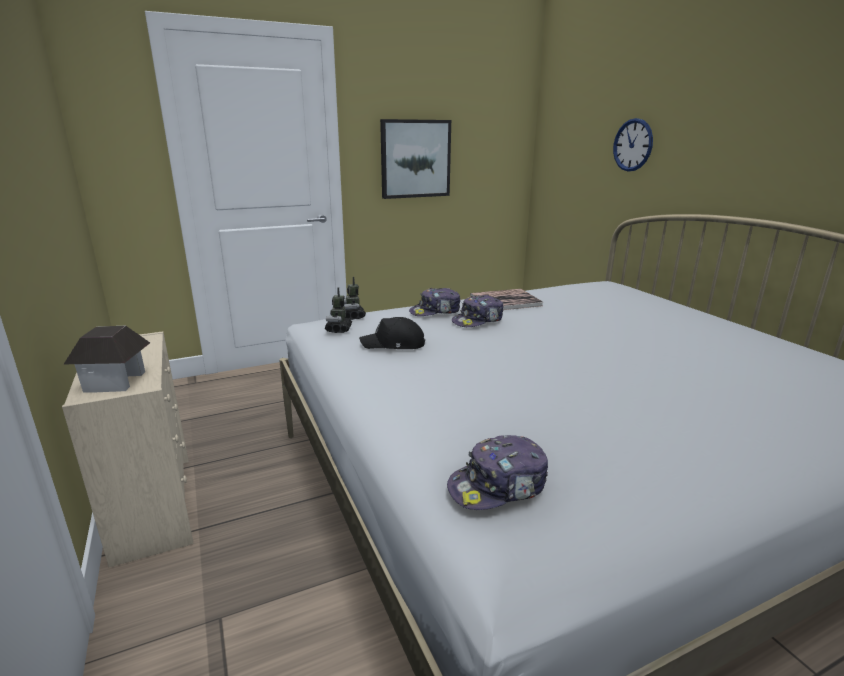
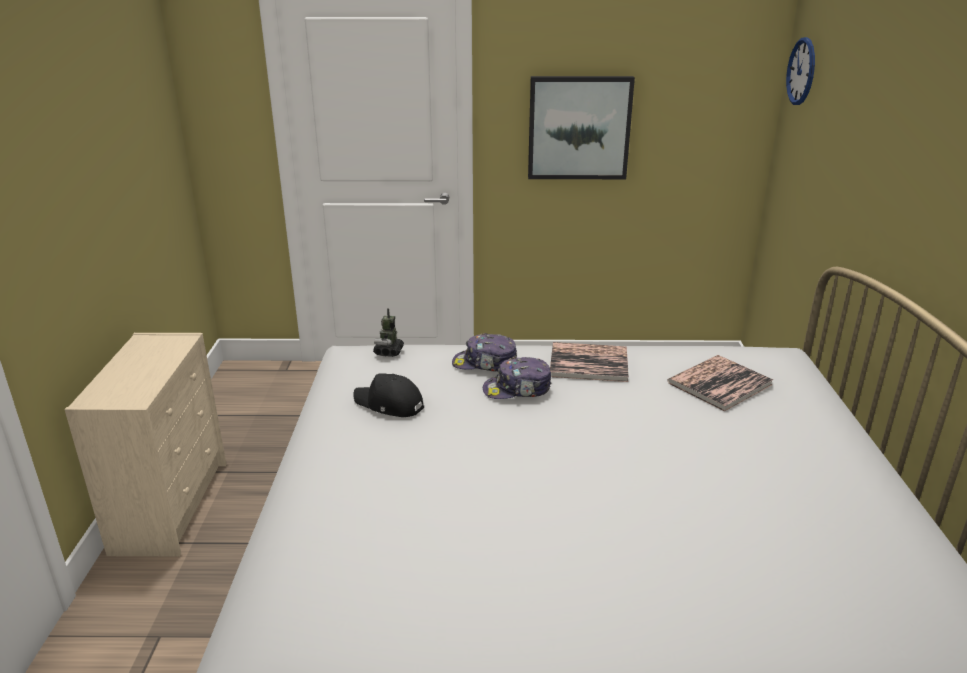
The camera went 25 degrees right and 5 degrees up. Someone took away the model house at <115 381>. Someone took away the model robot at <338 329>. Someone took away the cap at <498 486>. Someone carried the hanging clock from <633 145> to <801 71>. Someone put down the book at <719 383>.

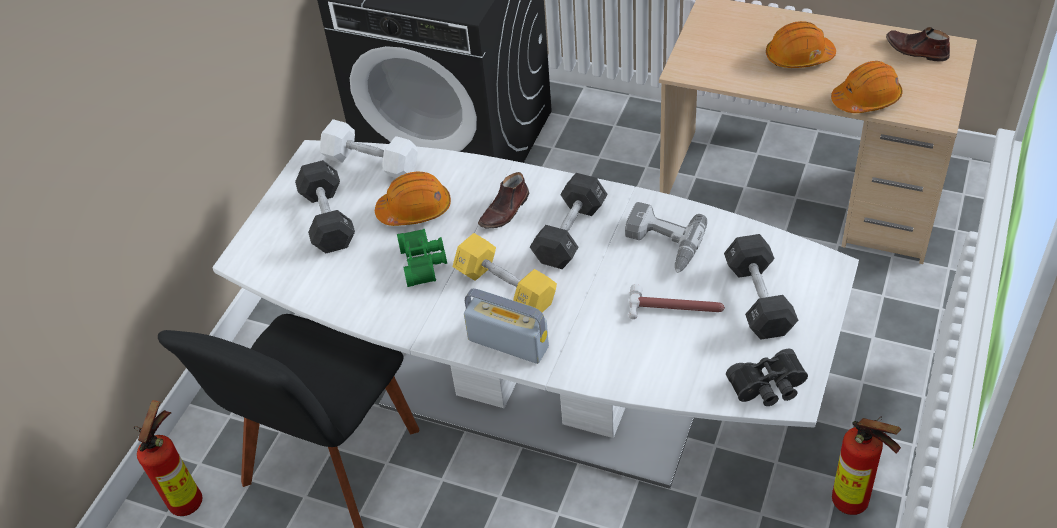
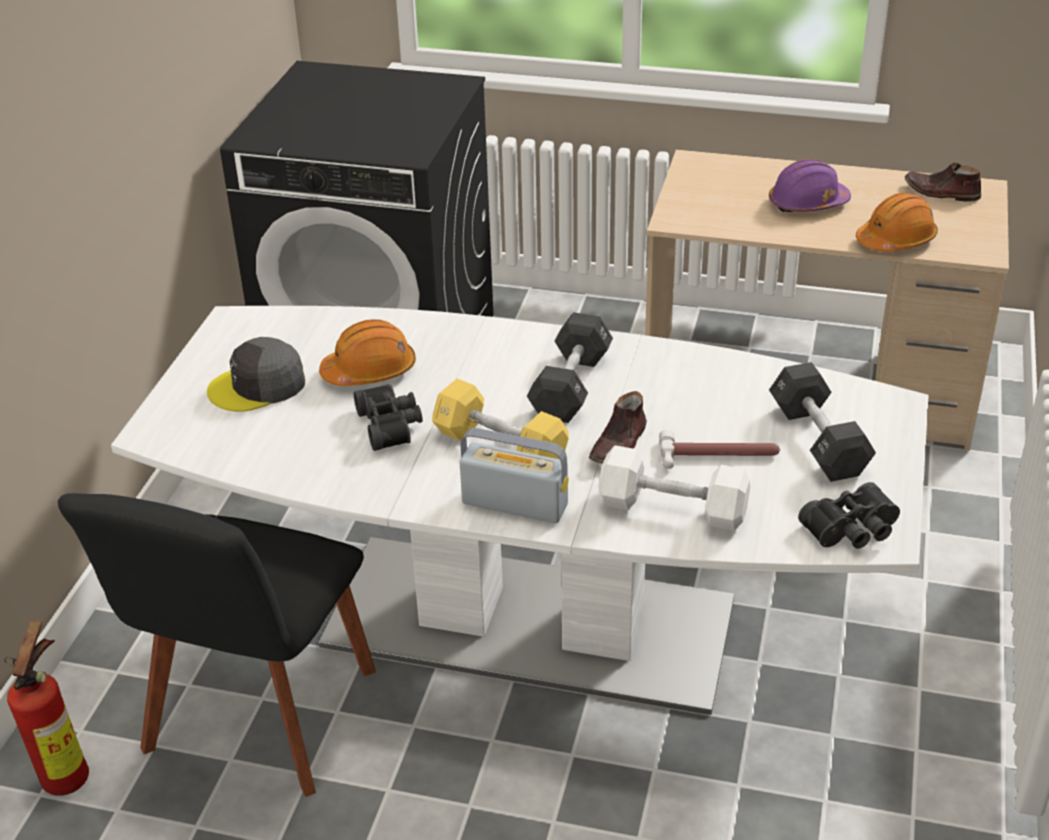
The camera went 10 degrees left and 10 degrees down. Someone swapped the blackish dumbbell at <328 219> for the grey cap at <258 386>. Someone carried the whitish dumbbell from <371 163> to <673 508>. Someone repainted the greenish field glasses at <424 262>, which became the blackish field glasses at <391 425>. Someone carried the brown low shoe from <505 211> to <619 444>. Someone took away the drill at <661 244>. Someone repainted the orange-coloured safety helmet at <798 57>, which became the purplish safety helmet at <807 203>. Someone took away the extinguisher at <854 504>.

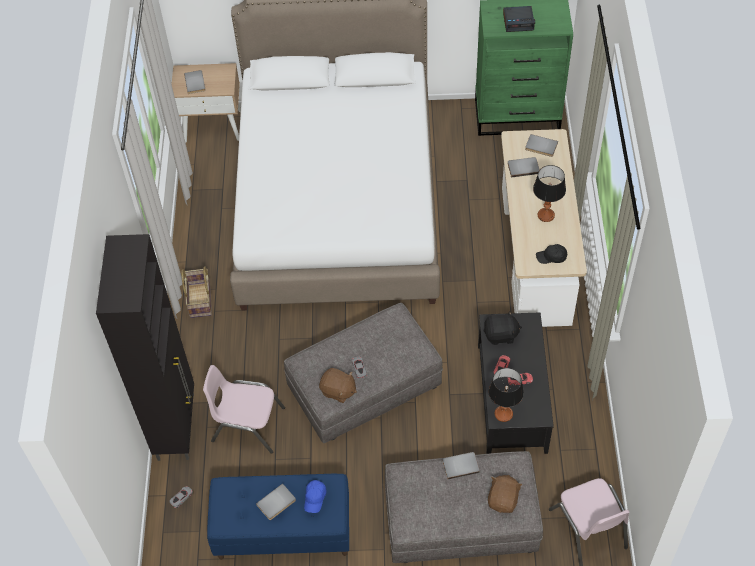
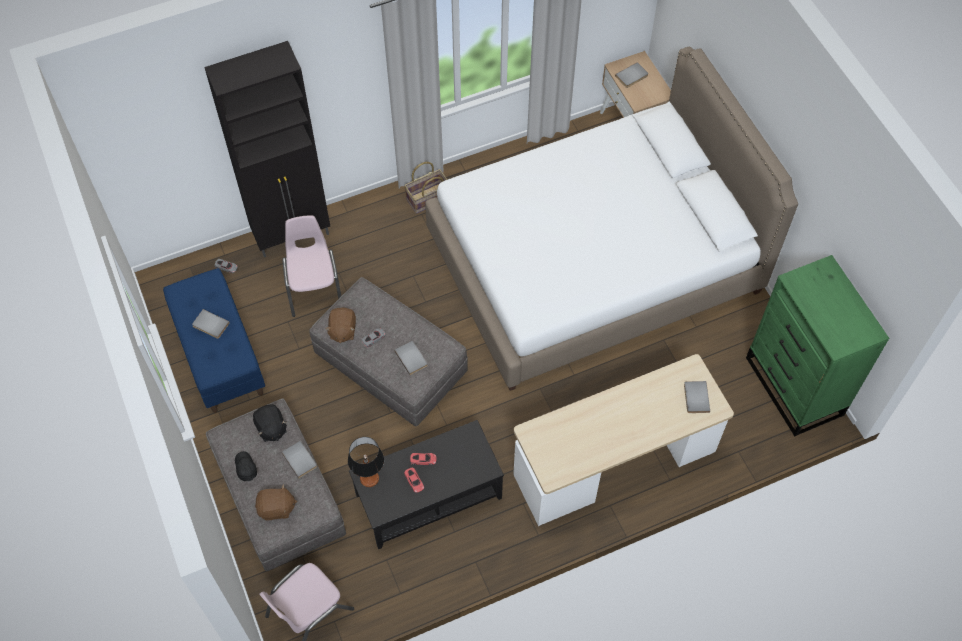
The camera went 65 degrees right and 5 degrees up. Someone took away the blue-coloured cap at <315 498>. Someone carried the blackish cuddly toy from <501 335> to <271 428>. Someone took away the table clock at <518 21>. Someone carried the grey book from <523 167> to <412 358>. Someone took away the tabletop lamp at <545 215>. Someone carried the blackish cap from <551 257> to <245 468>.

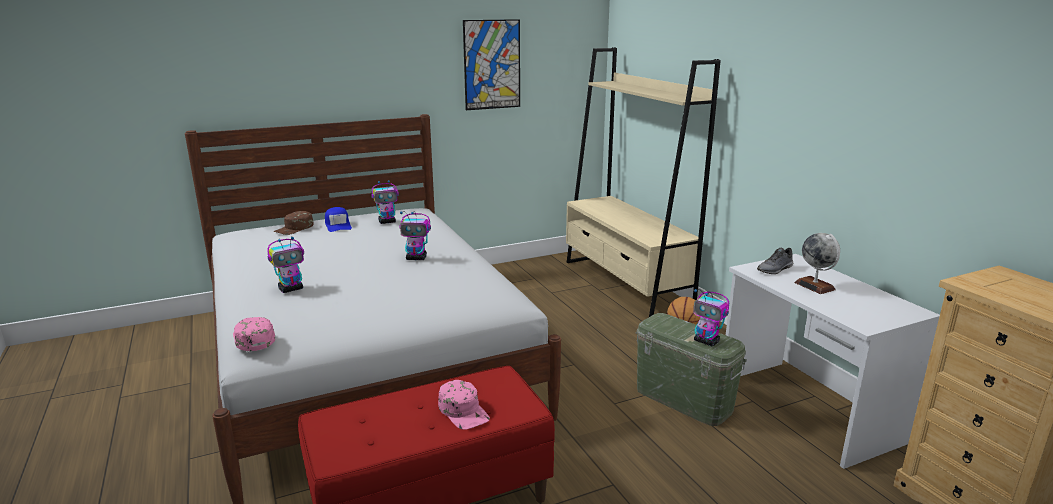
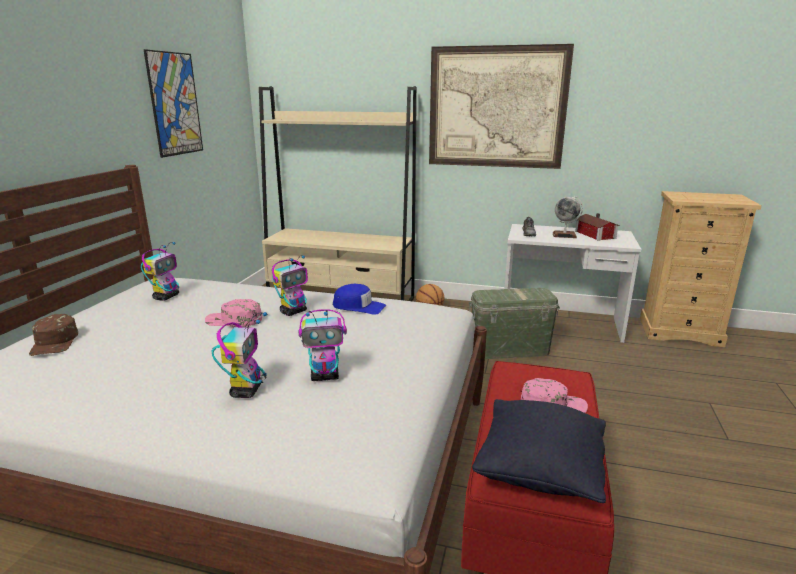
The camera went 50 degrees left and 0 degrees up. Someone carried the pink cap from <253 338> to <234 320>. Someone carried the blue-coloured cap from <338 225> to <359 306>. Someone carried the model robot from <707 341> to <325 376>. Someone put up the wall picture at <496 108>. Someone put down the blackish cushion at <539 472>. Someone put down the model house at <595 235>.

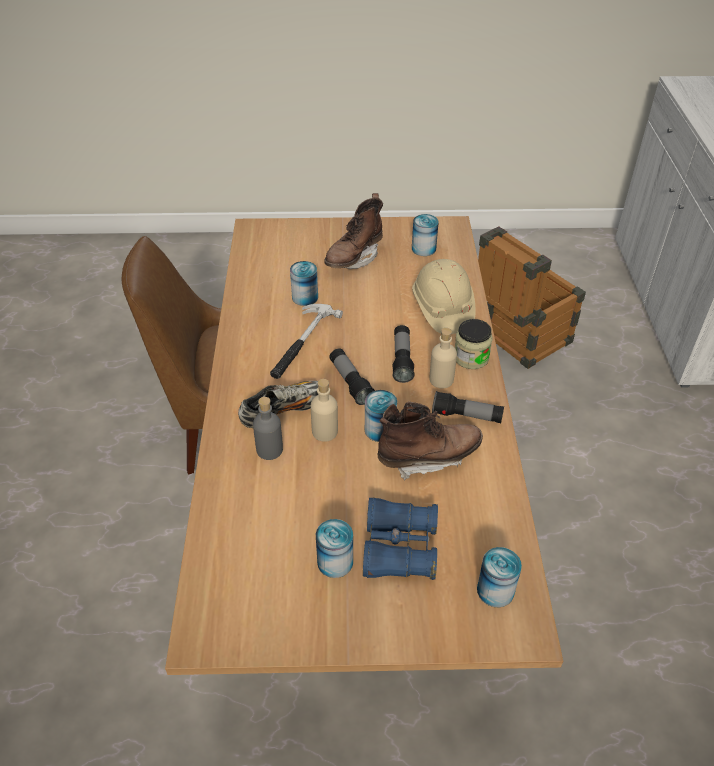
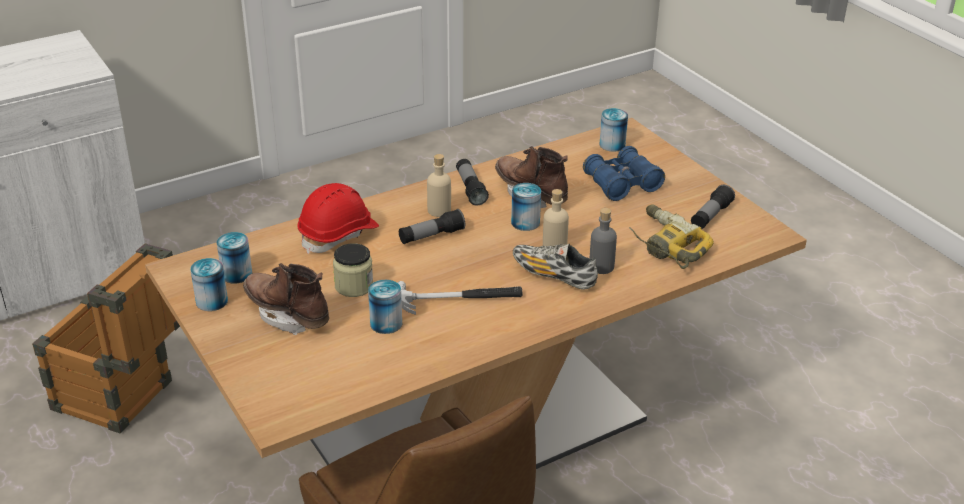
The camera went 120 degrees left and 10 degrees down. Someone carried the sealed can from <335 562> to <212 301>. Someone rotated the brown tall boot at <354 258> by 150 degrees counterclockwise. Someone carried the flashlight from <350 382> to <710 216>. Someone repainted the sand-coloured safety helmet at <442 309>, which became the reddish safety helmet at <339 235>. Someone carried the preserve jar from <471 357> to <354 286>. Someone put down the drill at <665 245>.

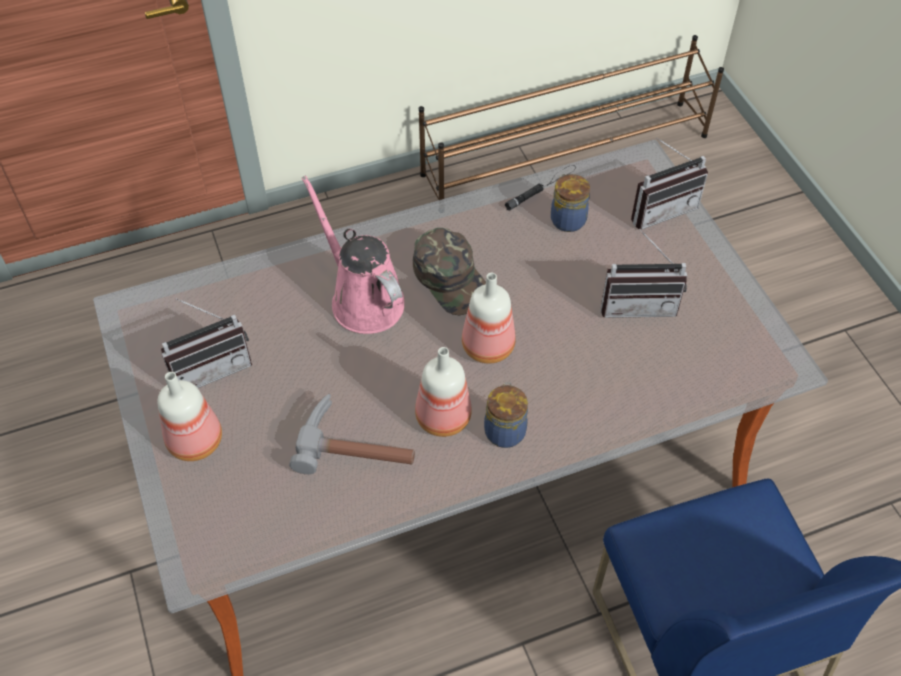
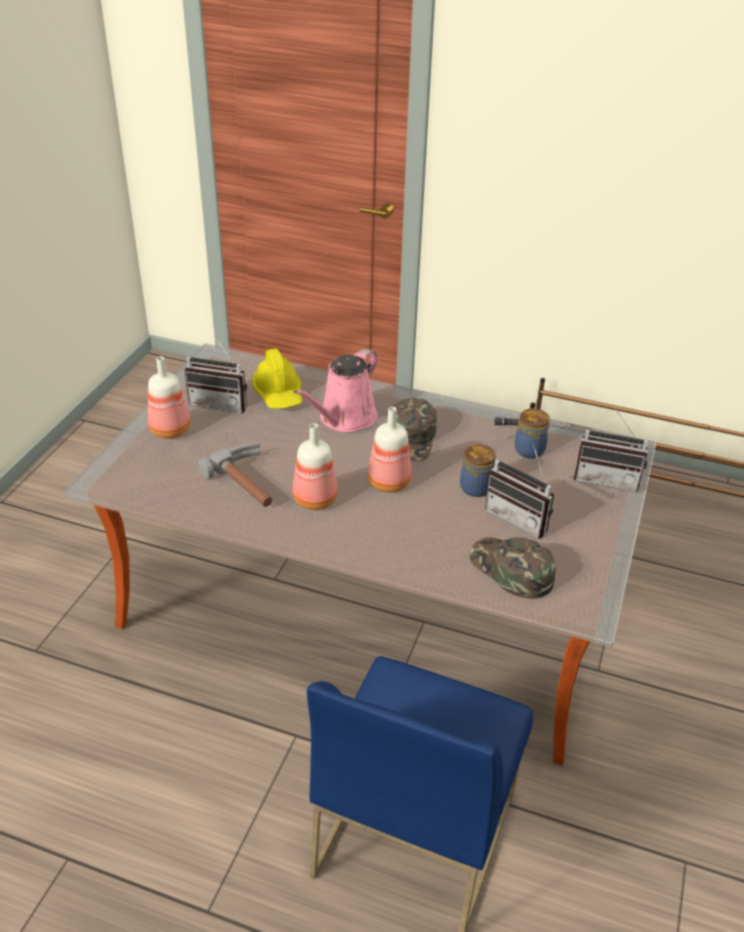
The camera went 40 degrees right and 15 degrees down. Someone rotated the pink watering can at <363 298> by 150 degrees counterclockwise. Someone carried the preserve jar from <505 430> to <477 487>. Someone put down the yellow safety helmet at <279 394>. Someone put down the greenish cap at <510 569>.

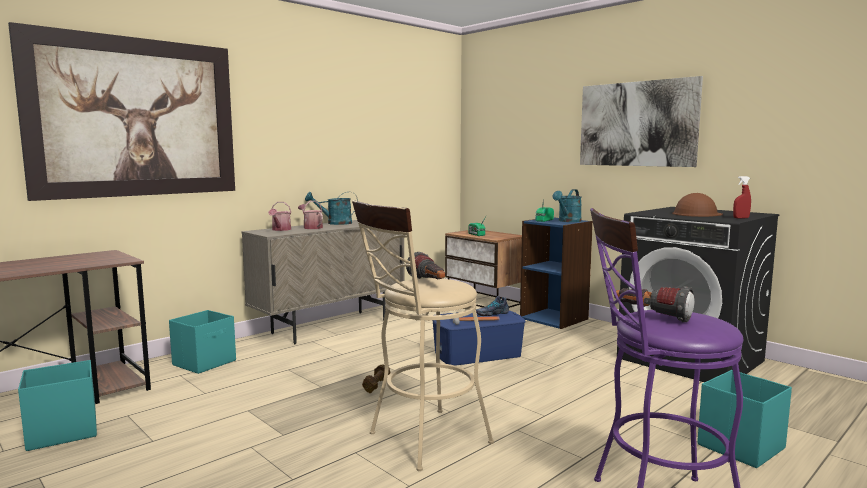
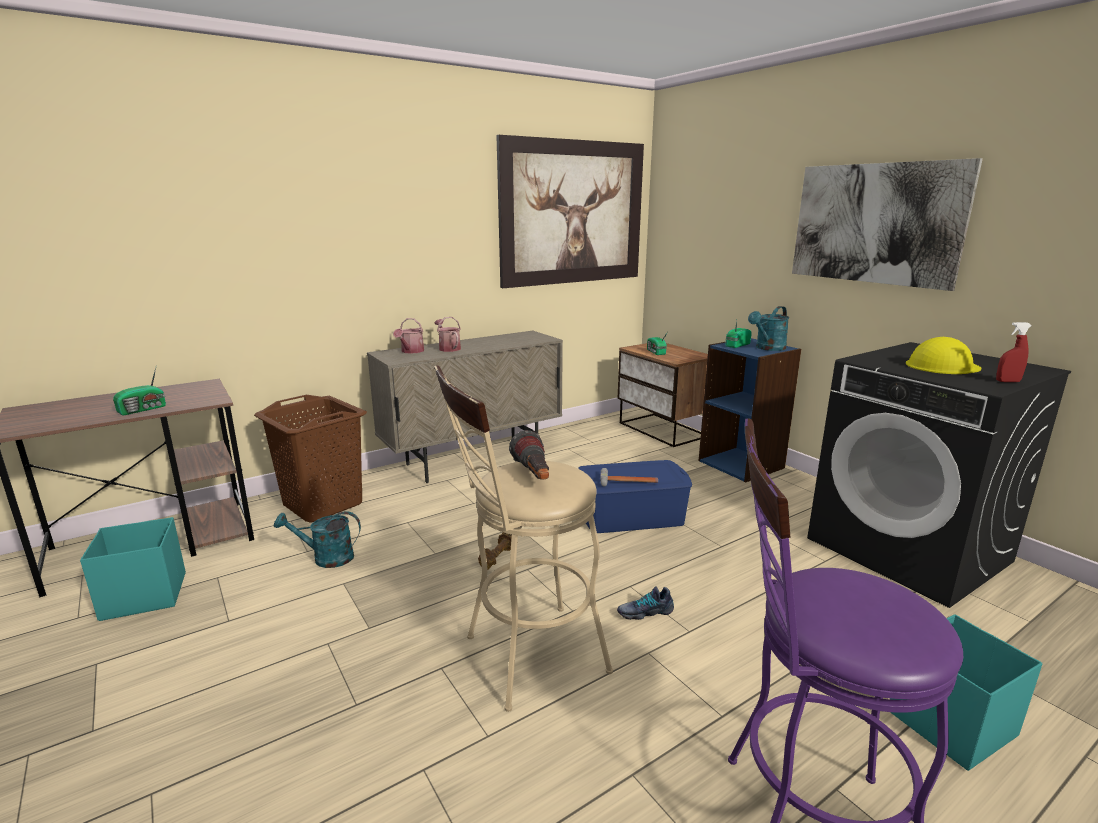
The camera went 10 degrees right and 10 degrees up. Someone carried the wall picture from <135 117> to <573 213>. Someone swapped the turquoise storage box at <205 362> for the brown hamper at <323 504>. Someone carried the turquoise watering can from <335 223> to <326 558>. Someone carried the low shoe from <491 313> to <644 612>. Someone took away the flashlight at <651 316>. Someone repainted the brown safety helmet at <696 214>, which became the yellow safety helmet at <942 366>. Someone put down the radio at <144 409>.

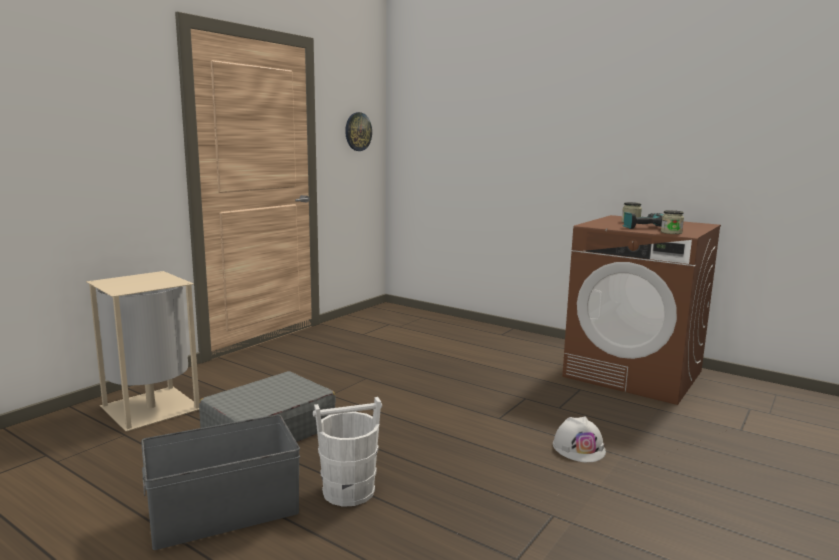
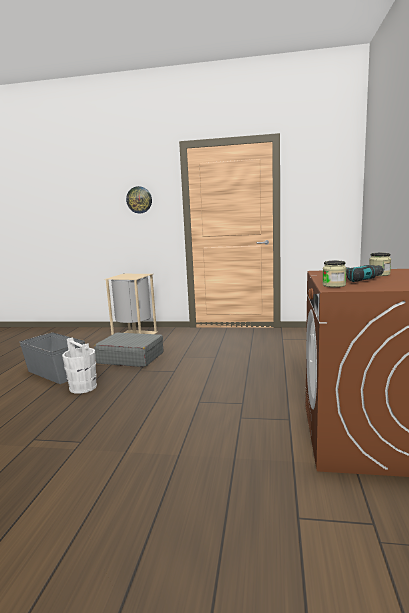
The camera went 65 degrees right and 0 degrees up. Someone carried the hanging clock from <358 131> to <139 200>. Someone took away the whitish safety helmet at <579 448>.

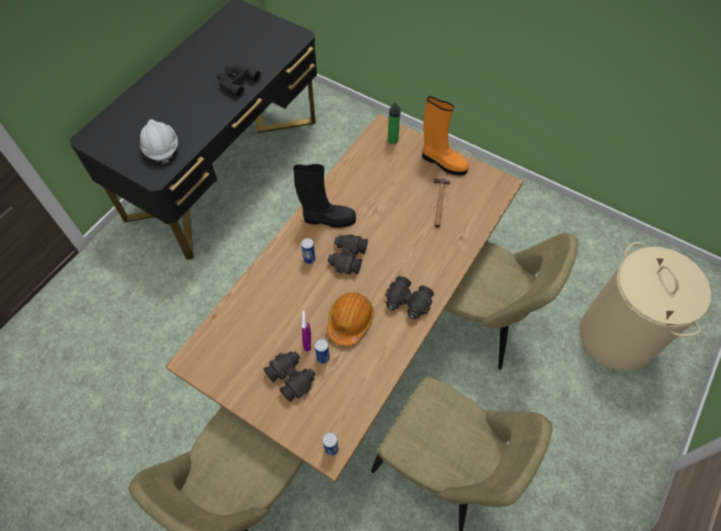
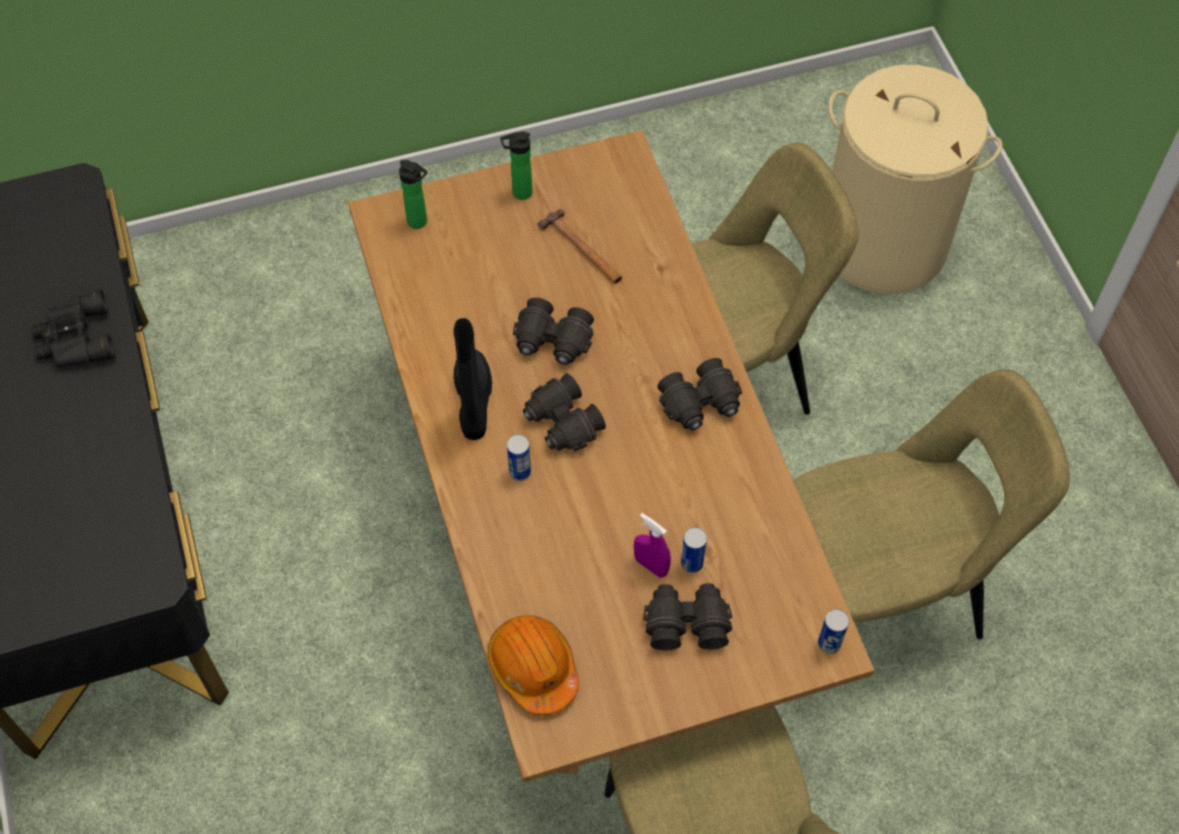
The camera went 50 degrees left and 0 degrees up. Someone took away the whitish safety helmet at <161 148>. Someone rotated the blackish tall boot at <328 219> by 45 degrees counterclockwise. Someone carried the orange-coloured safety helmet from <350 321> to <533 667>. Someone swapped the orange-coloured tall boot at <442 162> for the drink bottle at <519 193>. Someone put down the blackish field glasses at <553 341>.

